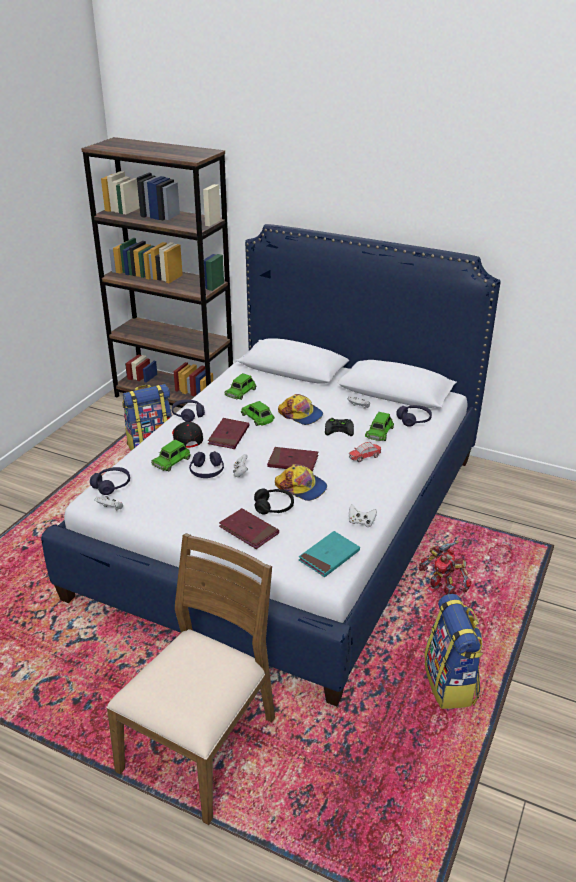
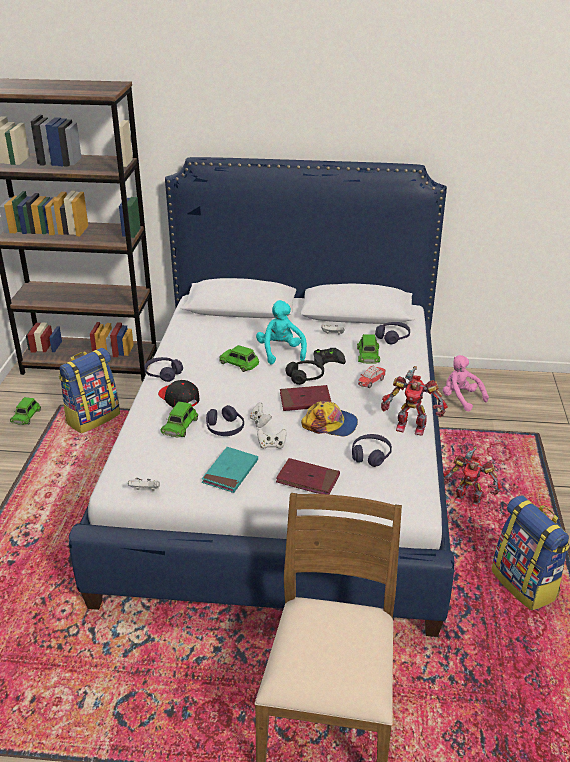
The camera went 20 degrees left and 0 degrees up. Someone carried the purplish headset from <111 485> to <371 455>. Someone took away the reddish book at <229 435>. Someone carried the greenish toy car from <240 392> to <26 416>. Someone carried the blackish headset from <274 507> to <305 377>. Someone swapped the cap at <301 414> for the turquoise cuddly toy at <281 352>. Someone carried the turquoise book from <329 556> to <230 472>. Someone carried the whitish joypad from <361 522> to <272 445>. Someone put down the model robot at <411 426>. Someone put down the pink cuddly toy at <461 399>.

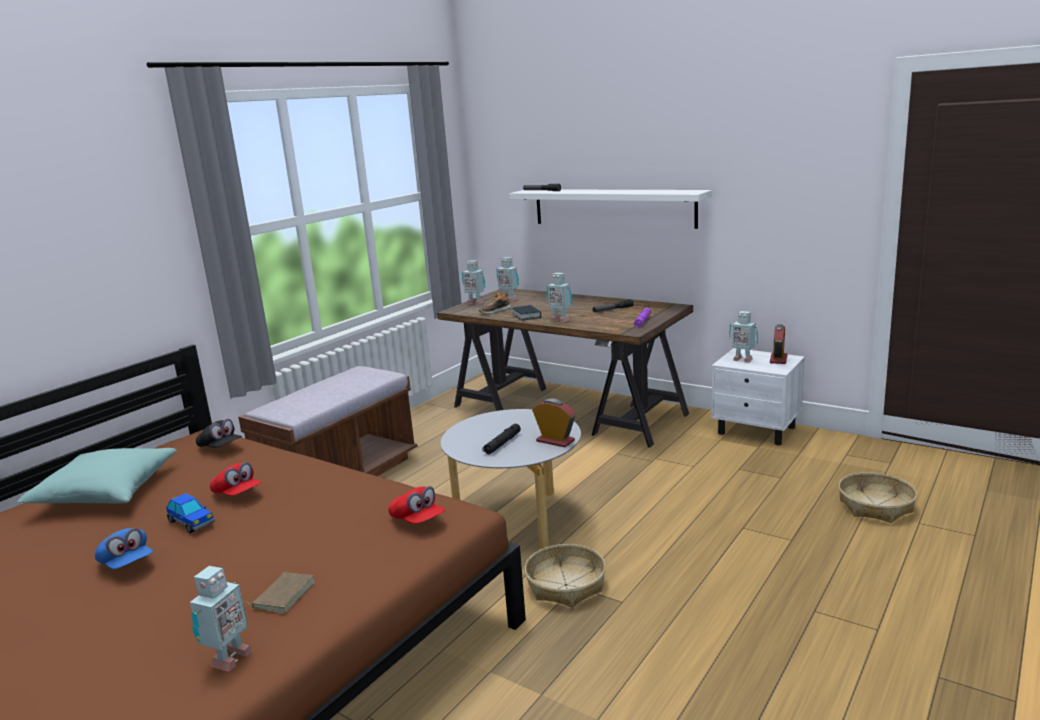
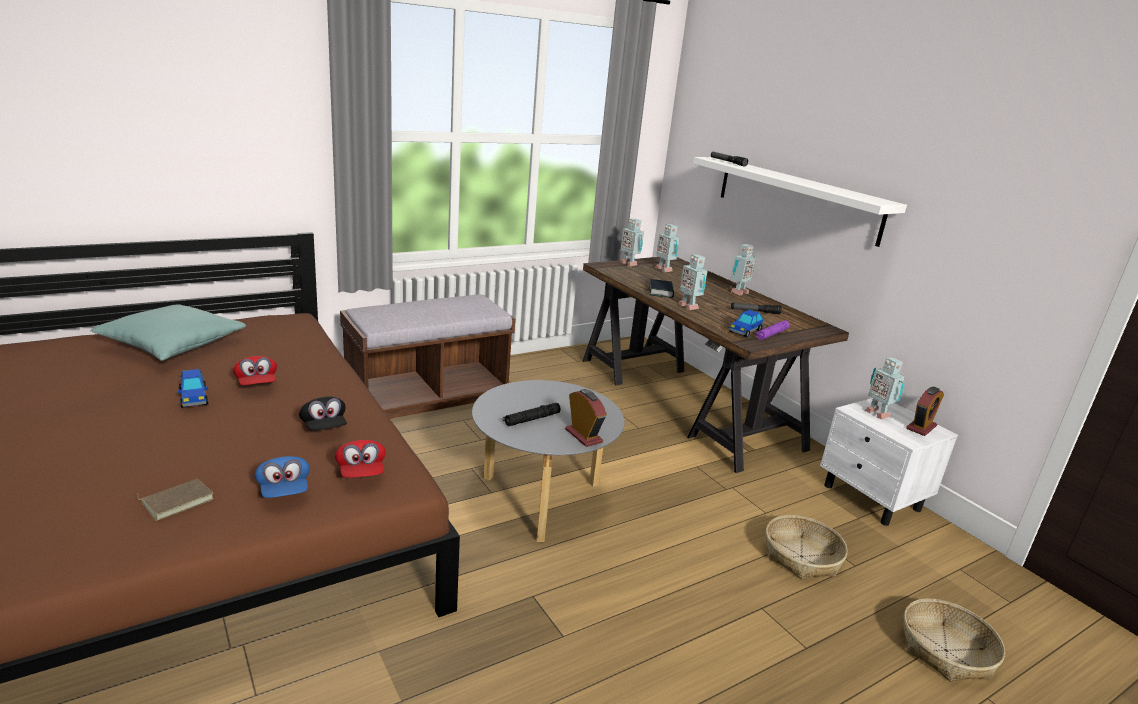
The camera went 20 degrees right and 5 degrees up. Someone carried the blue-coloured cap from <126 564> to <284 490>. Someone carried the model robot from <228 659> to <738 292>. Someone carried the blackish cap from <220 447> to <323 427>. Someone took away the low shoe at <494 311>. Someone carried the storage basket from <566 585> to <801 557>. Someone put down the toy car at <745 331>.

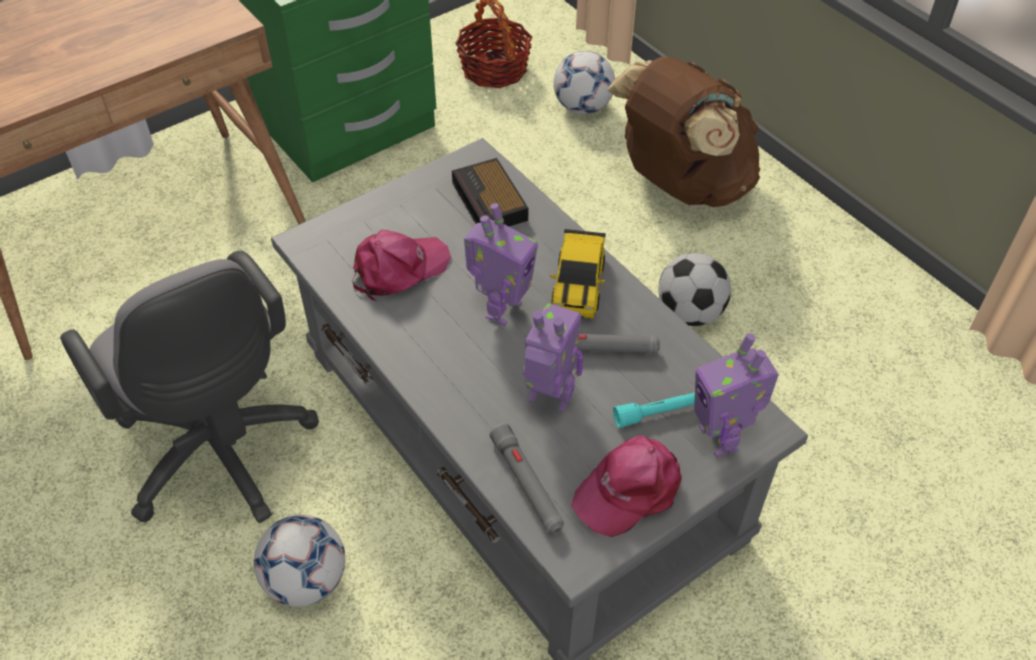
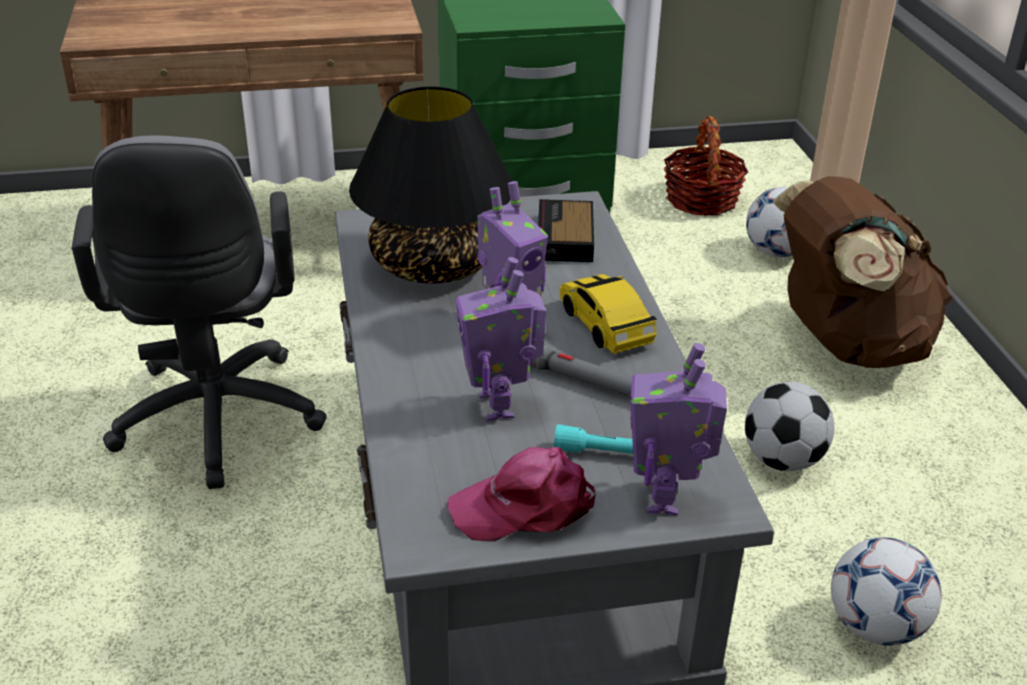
The camera went 25 degrees right and 15 degrees down. Someone carried the football from <306 581> to <875 627>. Someone swapped the pink cap at <399 269> for the blackish tabletop lamp at <433 263>. Someone took away the grey flashlight at <527 484>. Someone rotated the model robot at <549 399> by 150 degrees counterclockwise. Someone rotated the toy car at <578 285> by 120 degrees clockwise.

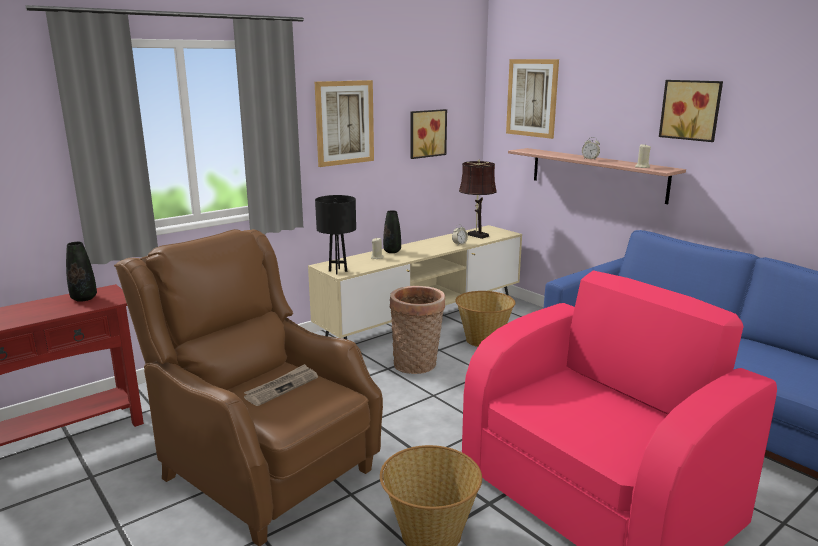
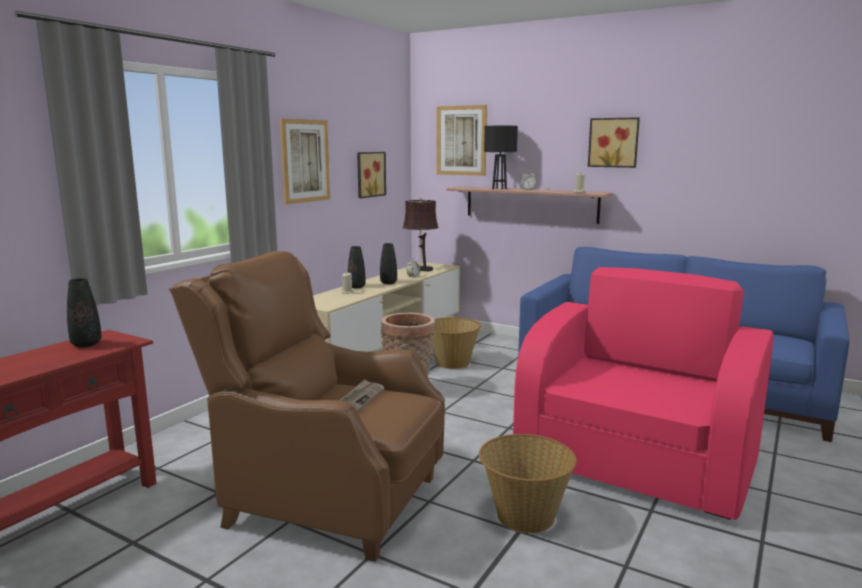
The camera went 20 degrees left and 5 degrees down. Someone carried the blackish tabletop lamp from <337 271> to <499 189>. Someone put down the blackish decorative vase at <388 283>.

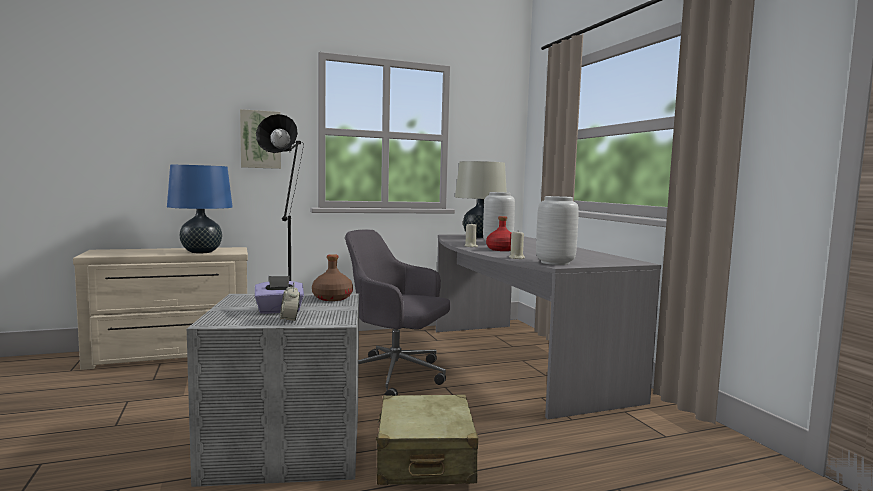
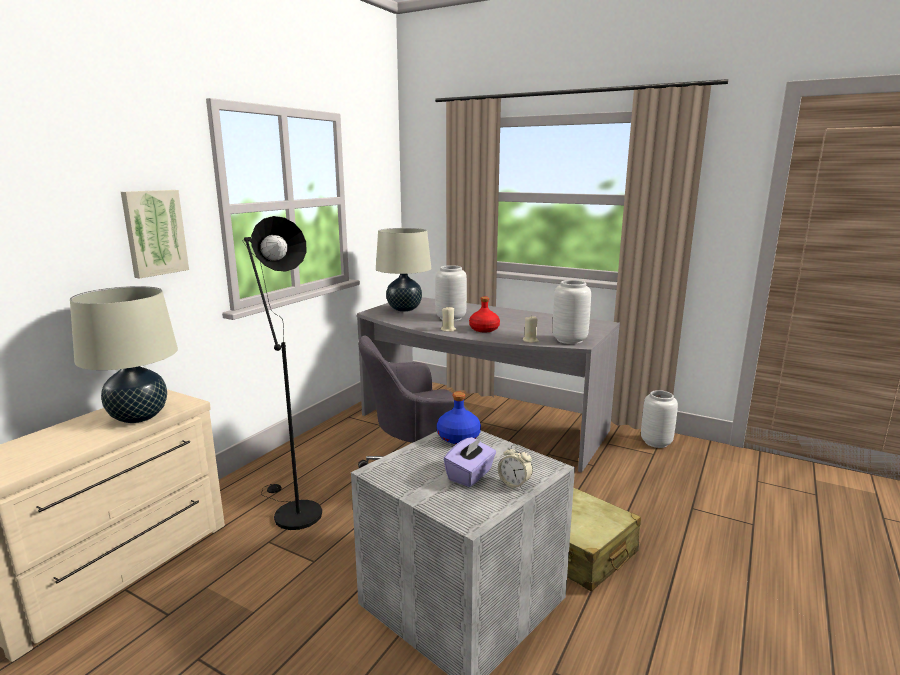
The camera went 40 degrees left and 10 degrees up. Someone repainted the blue-coloured tabletop lamp at <201 252>, which became the sand-coloured tabletop lamp at <139 417>. Someone repainted the brown drink bottle at <332 298>, which became the blue-coloured drink bottle at <458 437>. Someone put down the grey decorative vase at <656 443>.

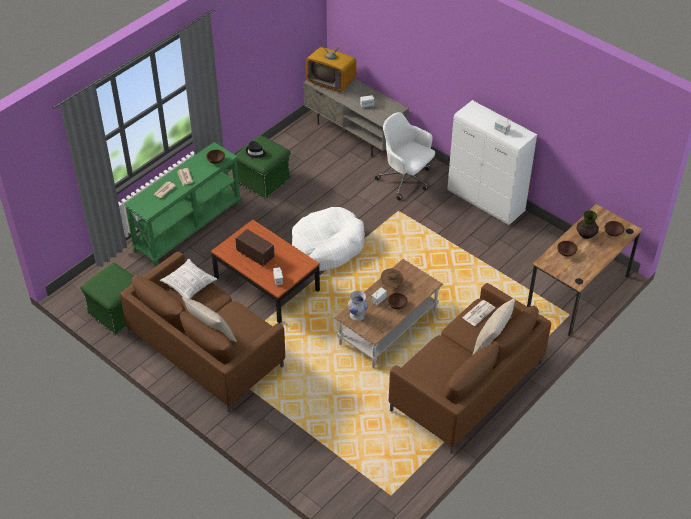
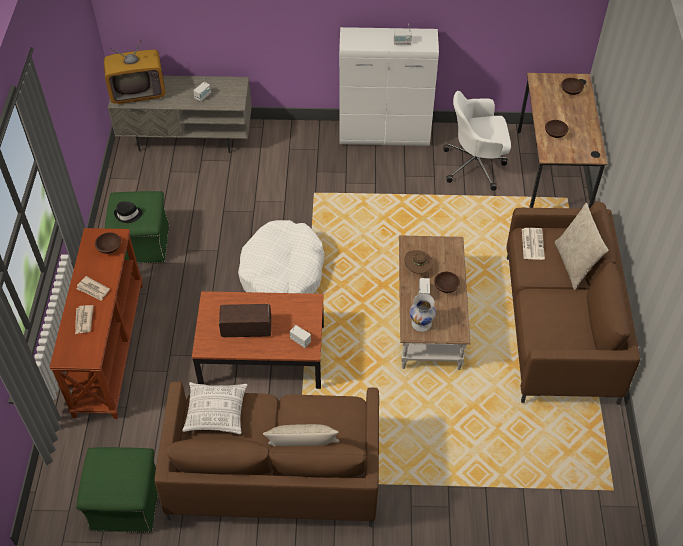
The camera went 40 degrees left and 5 degrees up. Someone repainted the greenish hall table at <188 227>, which became the brown hall table at <108 347>. Someone carried the whitish office chair from <406 180> to <475 165>. Someone took away the decorative vase at <586 235>.

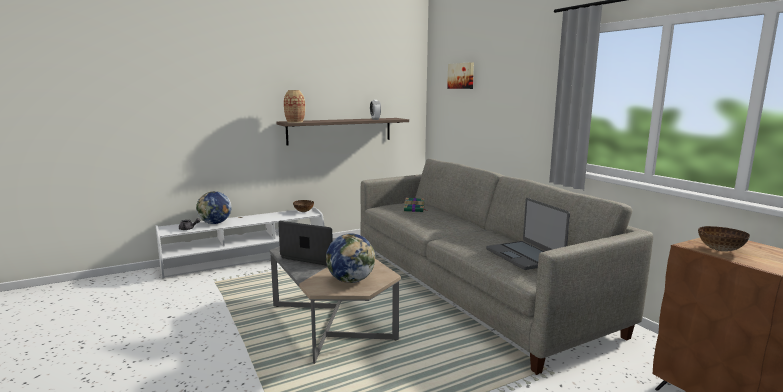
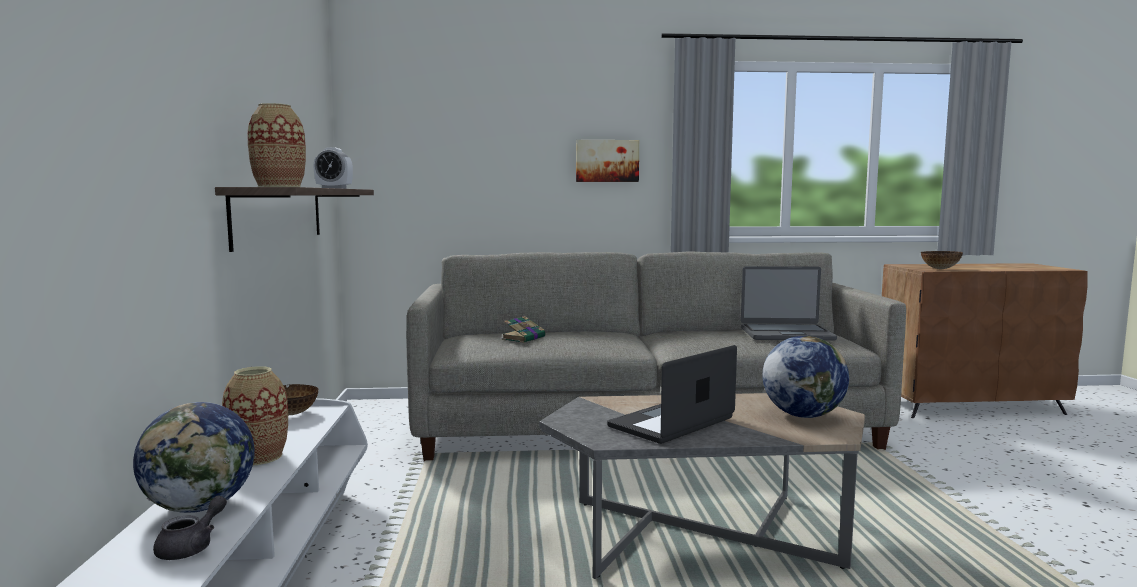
The camera went 65 degrees left and 5 degrees down. Someone carried the wall picture from <461 76> to <607 161>. Someone put down the decorative vase at <258 457>.

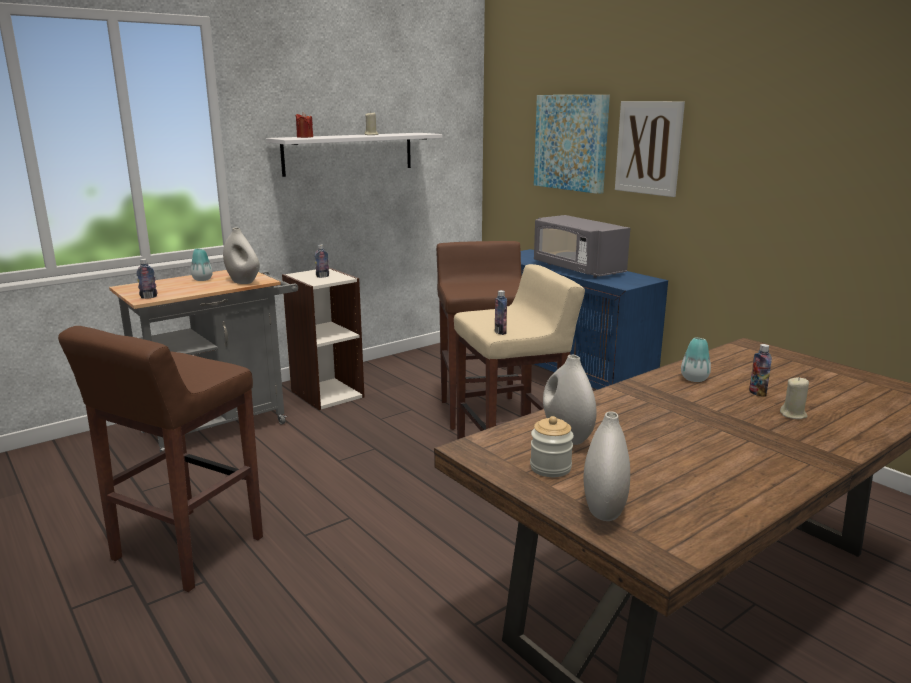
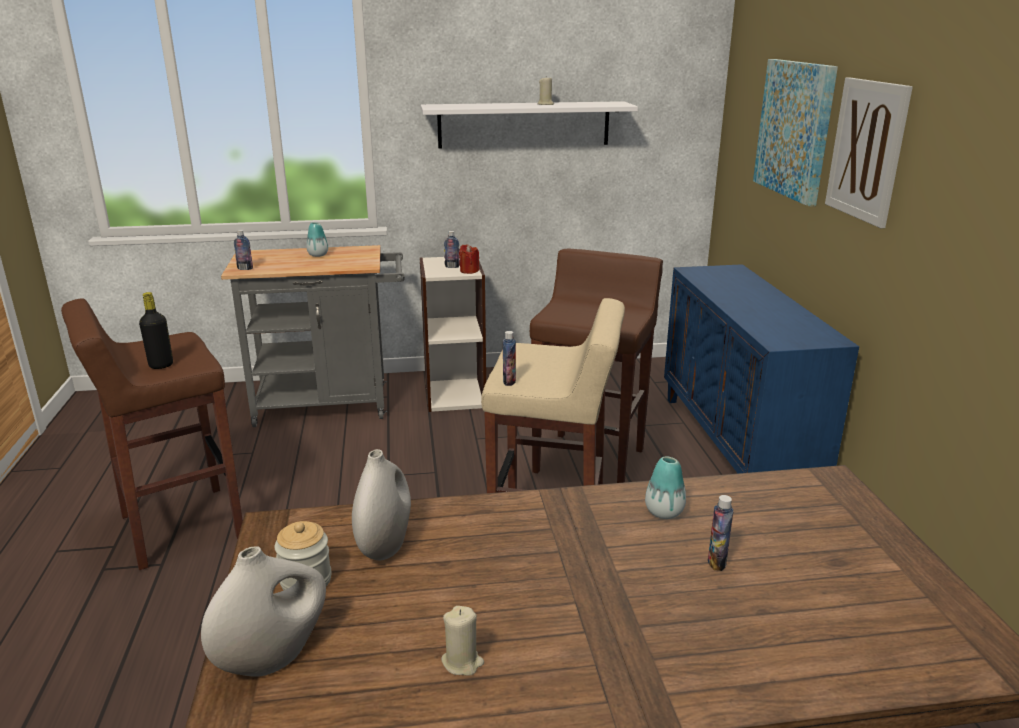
The camera went 30 degrees right and 5 degrees up. Someone took away the whitish decorative vase at <243 281>. Someone carried the reddish wax candle from <305 137> to <469 271>. Someone took away the grey microwave oven at <577 269>. Someone carried the sand-coloured wax candle from <793 415> to <462 662>. Someone put down the blackish drink bottle at <161 365>.

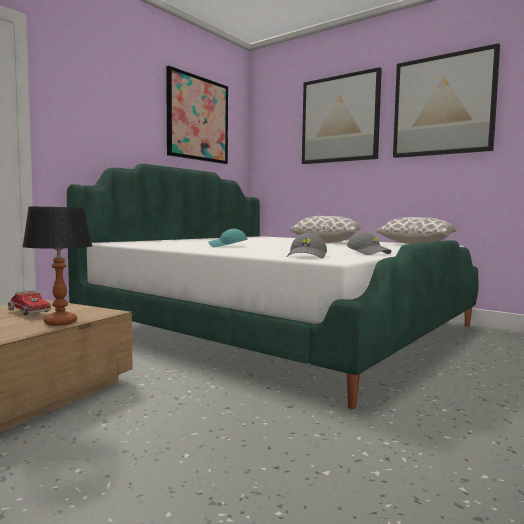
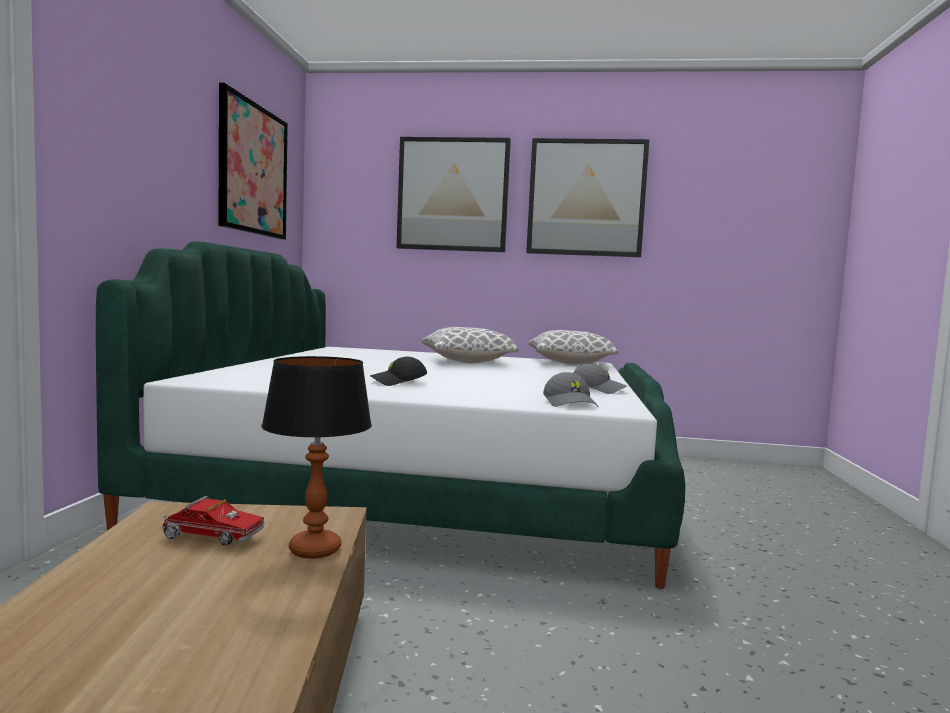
The camera went 30 degrees left and 0 degrees up. Someone repainted the turquoise cap at <227 246>, which became the blackish cap at <398 382>.

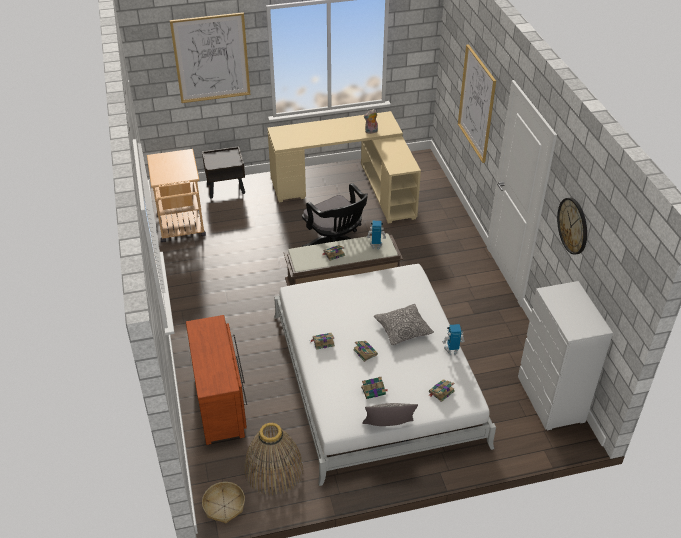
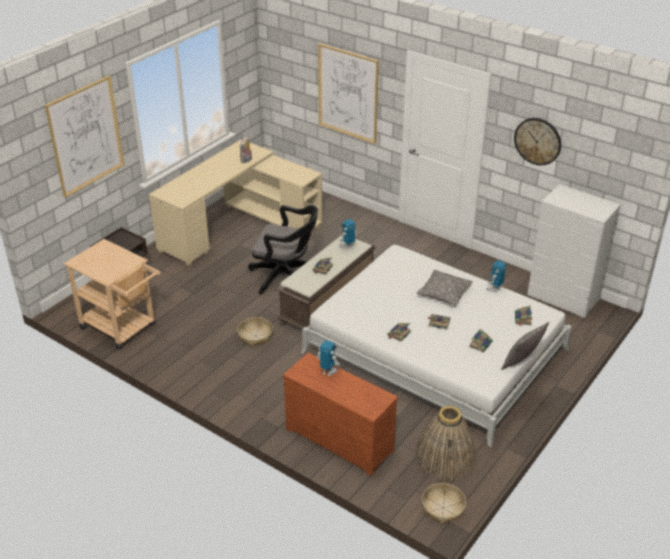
The camera went 40 degrees left and 5 degrees down. Someone put down the storage basket at <255 336>. Someone put down the model robot at <328 372>.

